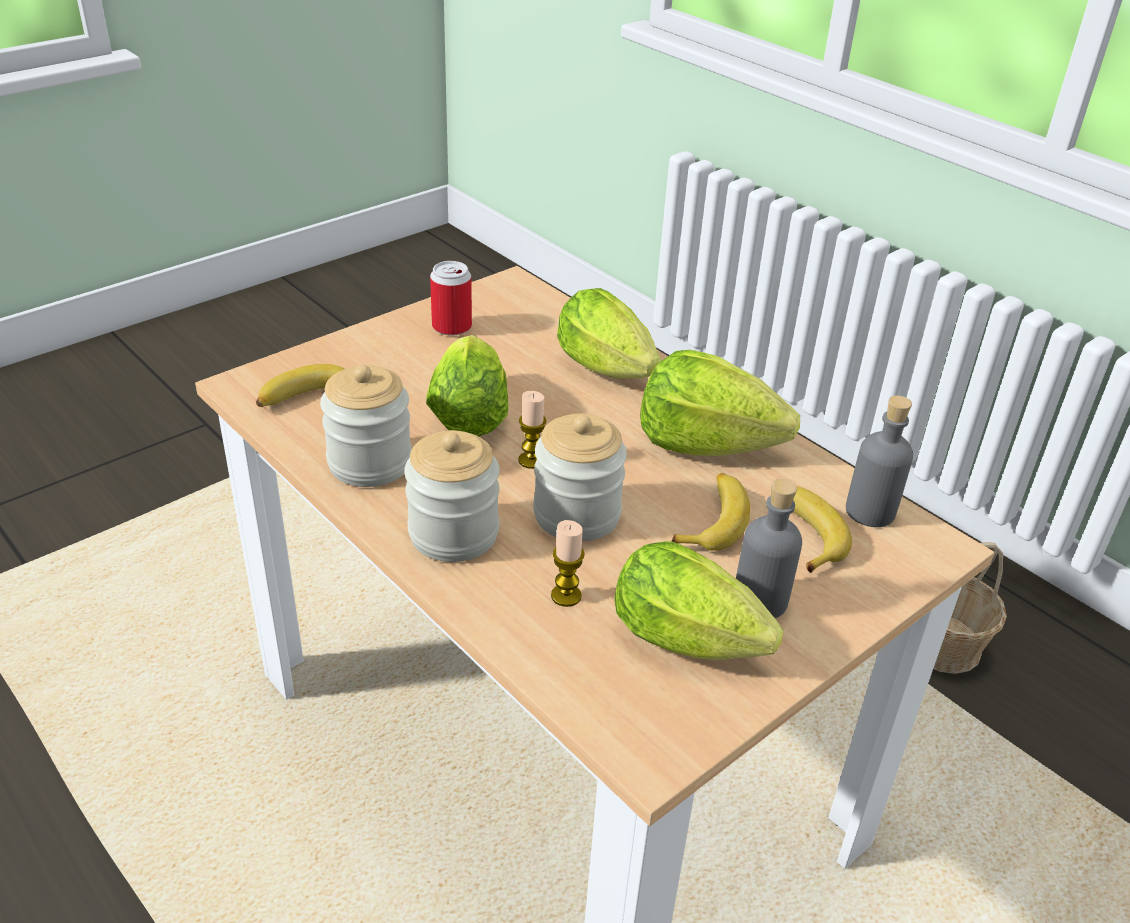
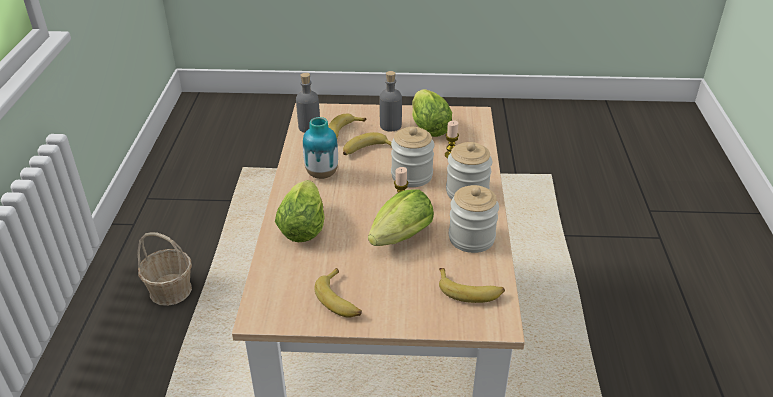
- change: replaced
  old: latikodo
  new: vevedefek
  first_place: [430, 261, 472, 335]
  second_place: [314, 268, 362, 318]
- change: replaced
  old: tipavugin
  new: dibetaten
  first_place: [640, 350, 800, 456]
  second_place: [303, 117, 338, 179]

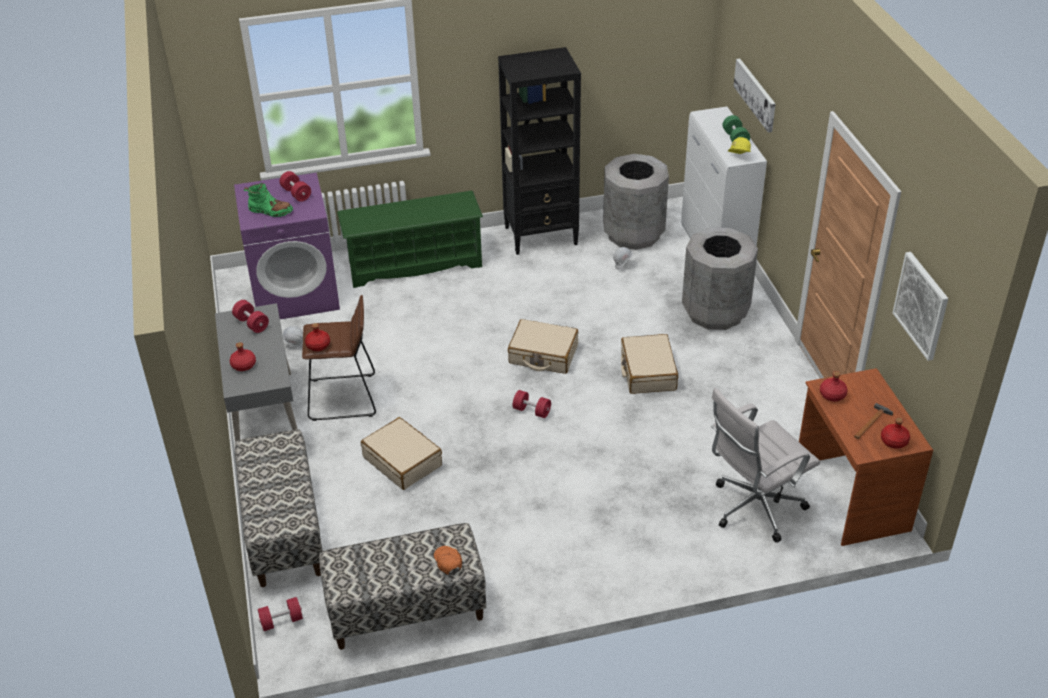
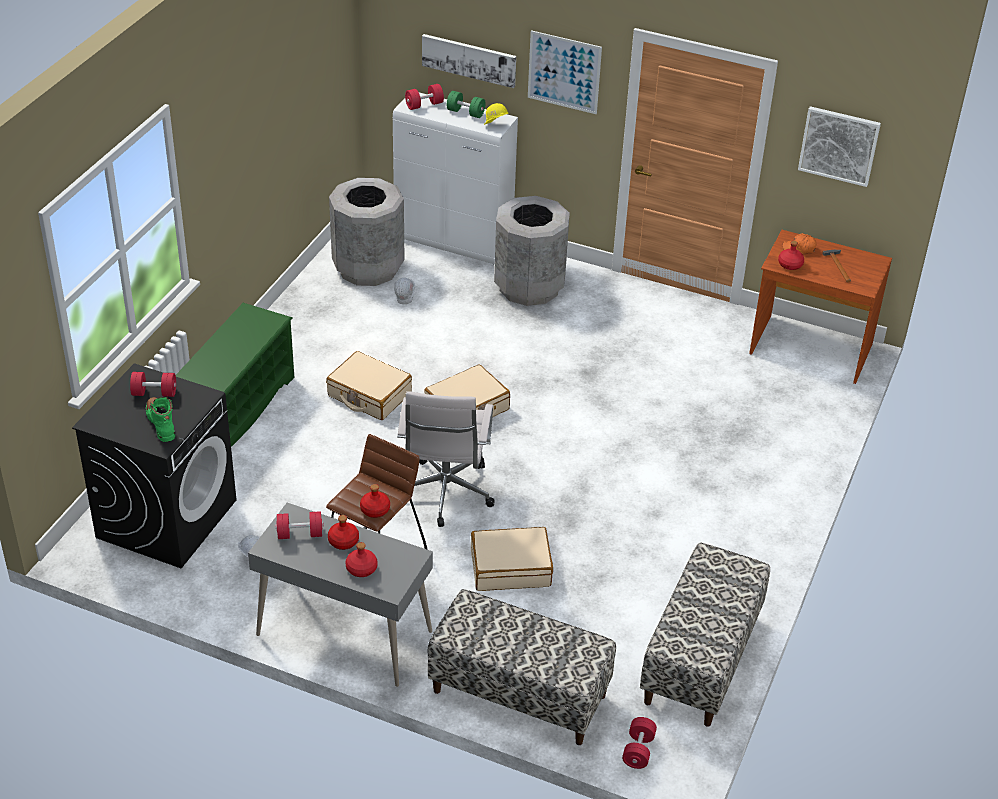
- change: removed
  old: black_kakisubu
  first_place: [498, 47, 581, 255]
- change: added
  new: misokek
  second_place: [528, 30, 602, 114]
- change: moved
  old: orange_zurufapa
  first_place: [434, 546, 462, 575]
  second_place: [783, 233, 817, 254]
- change: moved
  old: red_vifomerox
  first_place: [513, 390, 551, 418]
  second_place: [405, 84, 444, 110]
- change: moved
  old: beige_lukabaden
  first_place: [621, 334, 678, 394]
  second_place: [326, 351, 412, 420]
- change: moved
  old: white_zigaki
  first_place: [711, 388, 820, 543]
  second_place: [397, 391, 495, 527]
- change: moved
  old: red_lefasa
  first_place: [881, 417, 910, 449]
  second_place: [328, 515, 359, 550]
- change: recoloured
  old: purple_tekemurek
  new: black_tekemurek
  first_place: [234, 173, 340, 319]
  second_place: [72, 363, 237, 568]
- change: turned
  old: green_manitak
  first_place: [244, 183, 293, 217]
  second_place: [146, 397, 175, 442]
  degrees: -75

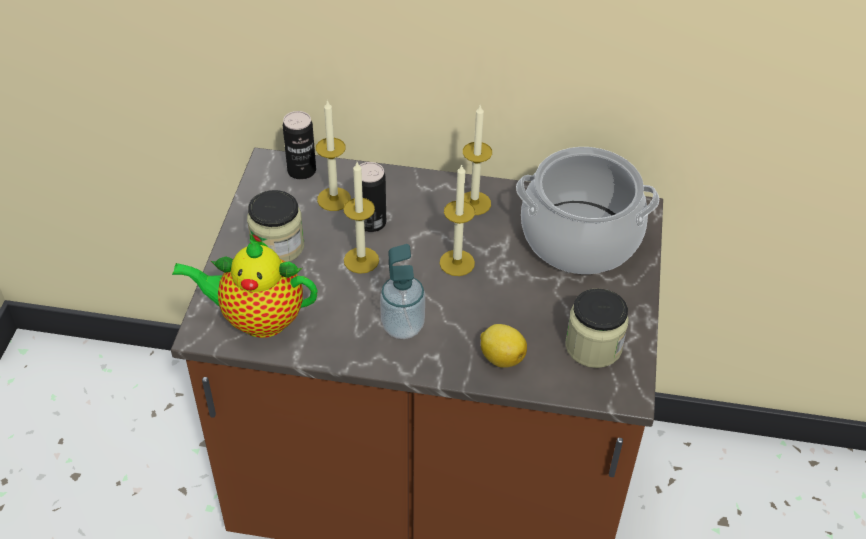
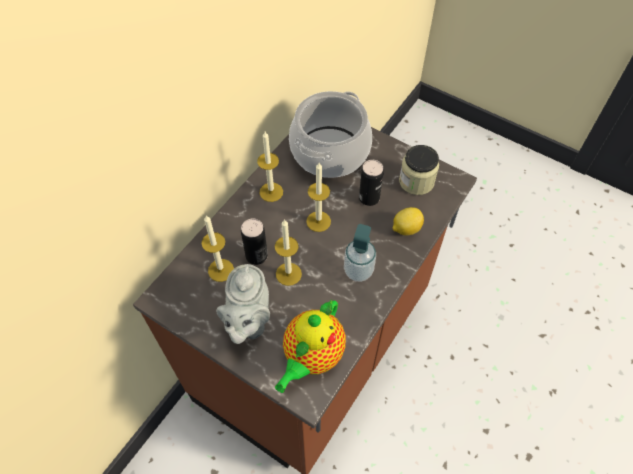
- change: moved
  old: latikodo
  first_place: [283, 111, 316, 179]
  second_place: [359, 160, 384, 206]
- change: replaced
  old: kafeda
  new: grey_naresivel
  first_place: [247, 190, 304, 262]
  second_place: [216, 264, 270, 344]

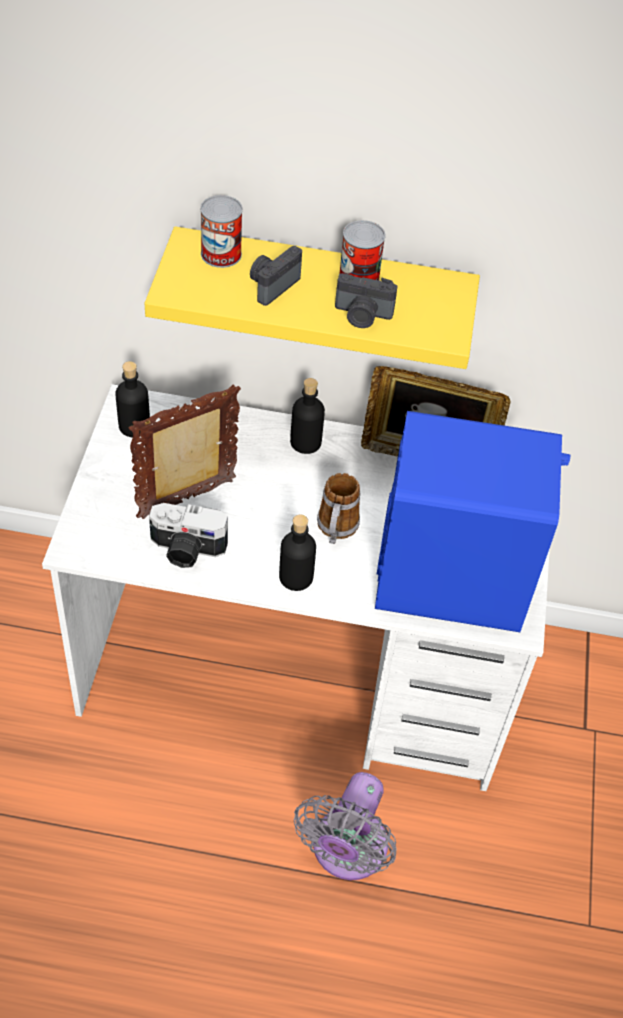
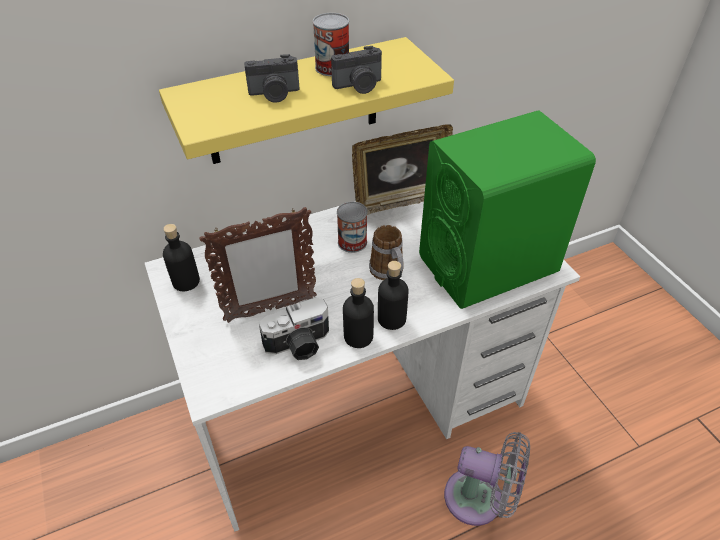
- change: moved
  old: latikodo
  first_place: [200, 195, 243, 268]
  second_place: [337, 202, 368, 253]
- change: moved
  old: black_lefasa
  first_place: [290, 378, 325, 454]
  second_place: [343, 278, 374, 348]
- change: recoloured
  old: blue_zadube
  new: green_zadube
  first_place: [375, 411, 570, 632]
  second_place: [419, 111, 596, 309]
- change: turned
  old: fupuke
  first_place: [128, 384, 241, 519]
  second_place: [199, 207, 317, 323]
  degrees: -135
- change: turned
  old: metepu
  first_place: [250, 246, 302, 306]
  second_place: [244, 54, 299, 103]
  degrees: -105
- change: turned
  old: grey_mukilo
  first_place: [294, 772, 397, 880]
  second_place: [444, 432, 530, 526]
  degrees: -60

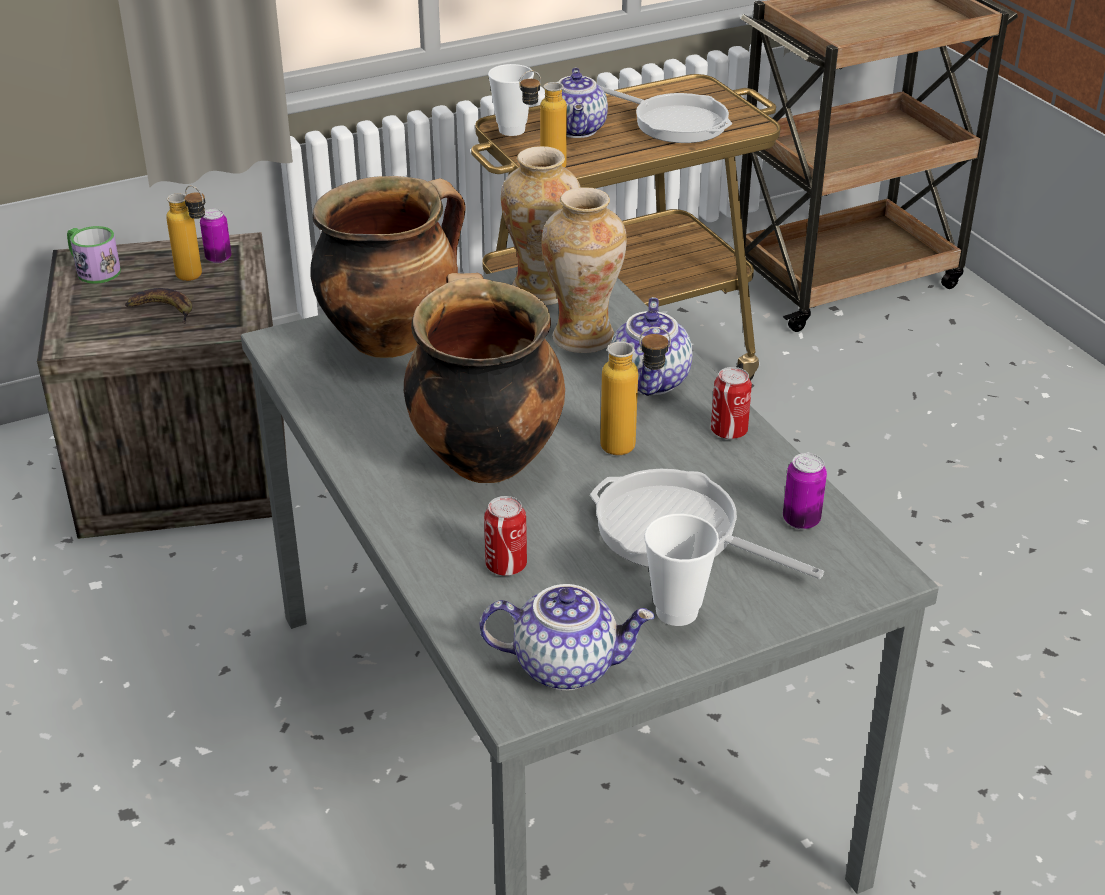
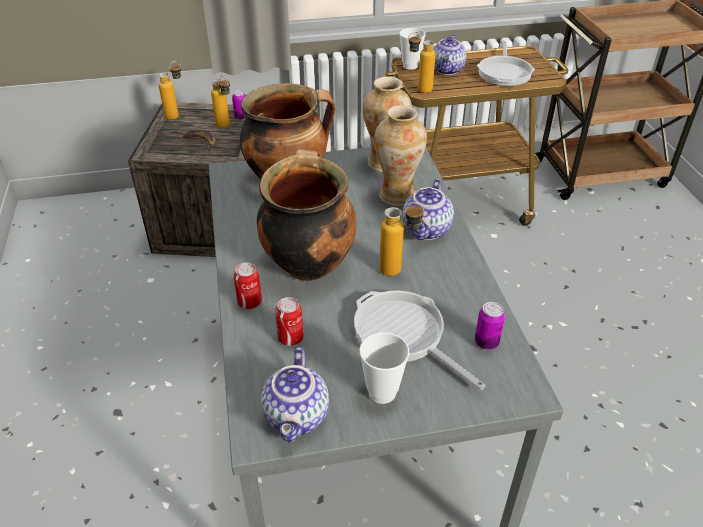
- change: moved
  old: latikodo
  first_place: [711, 367, 752, 439]
  second_place: [233, 262, 262, 309]
- change: replaced
  old: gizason
  new: lefasa
  first_place: [67, 226, 121, 284]
  second_place: [158, 61, 181, 120]
- change: turned
  old: naresivel
  first_place: [479, 584, 655, 691]
  second_place: [261, 347, 329, 442]
  degrees: 75
- change: turned
  old: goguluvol
  first_place: [600, 86, 732, 143]
  second_place: [477, 41, 535, 86]
  degrees: 45

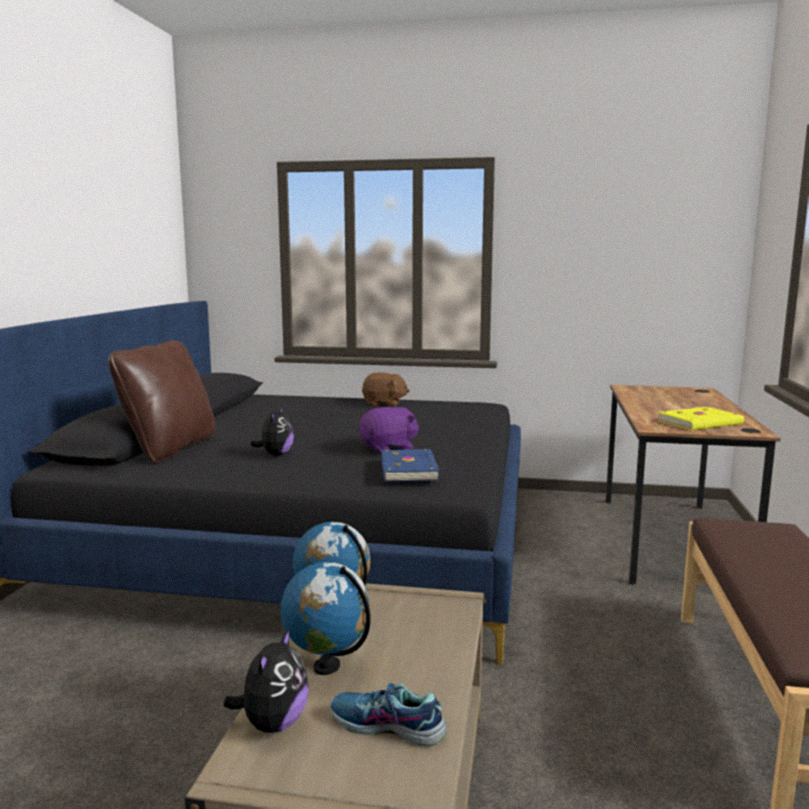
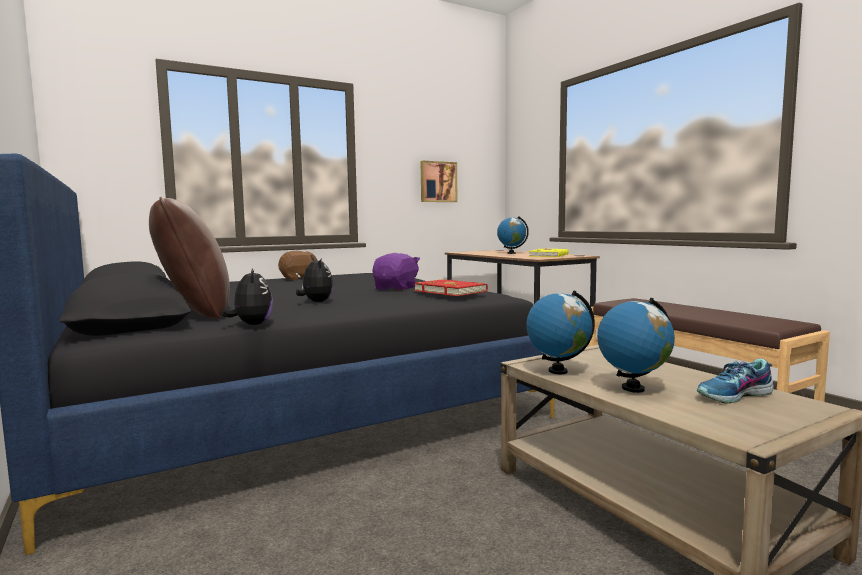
- change: added
  new: misokek
  second_place: [421, 161, 457, 202]
- change: added
  new: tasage
  second_place: [497, 216, 529, 254]
- change: moved
  old: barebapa
  first_place: [223, 628, 309, 733]
  second_place: [221, 268, 273, 325]
- change: recoloured
  old: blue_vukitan
  new: red_vukitan
  first_place: [381, 449, 440, 481]
  second_place: [414, 279, 488, 296]

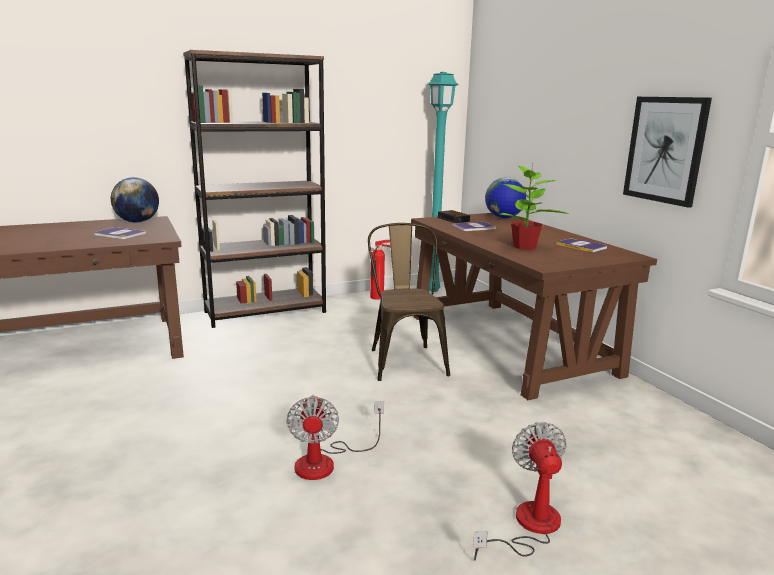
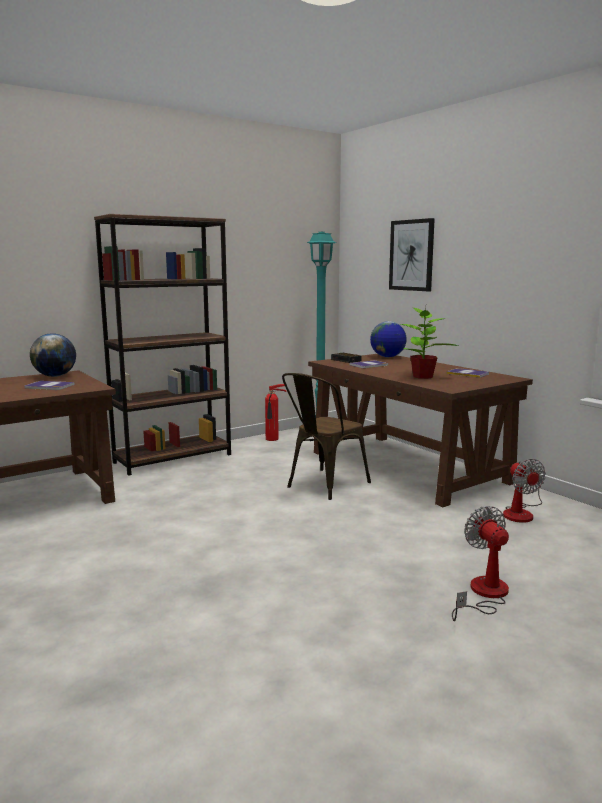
- change: moved
  old: mukilo
  first_place: [286, 394, 384, 480]
  second_place: [503, 459, 546, 523]
- change: moved
  old: misokek
  first_place: [623, 97, 712, 208]
  second_place: [389, 218, 435, 292]
- change: turned
  old: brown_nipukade
  first_place: [368, 223, 450, 381]
  second_place: [282, 373, 371, 500]
  degrees: -120

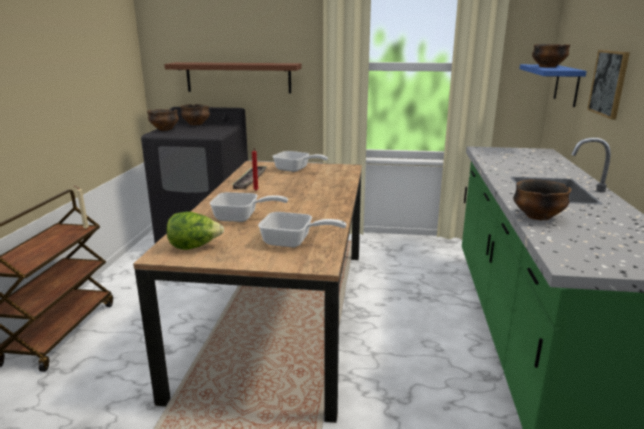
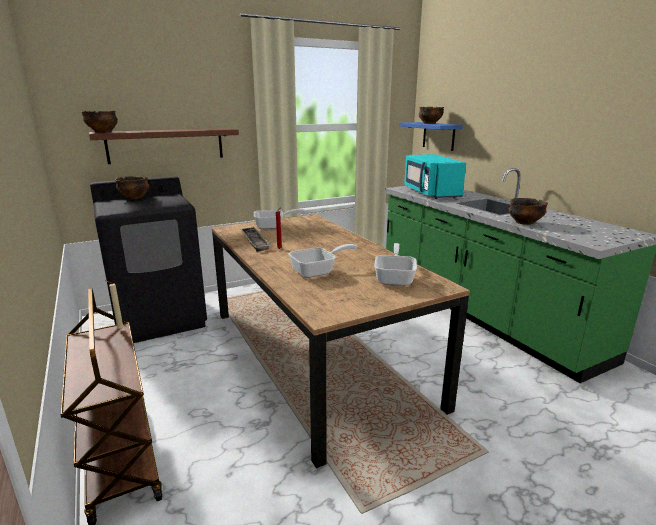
- change: removed
  old: tipavugin
  first_place: [167, 212, 224, 250]
- change: removed
  old: misokek
  first_place: [587, 50, 630, 119]
- change: added
  new: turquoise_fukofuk
  second_place: [404, 154, 466, 199]
- change: moved
  old: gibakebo
  first_place: [147, 109, 179, 131]
  second_place: [81, 111, 118, 133]
- change: turned
  old: goguluvol
  first_place: [258, 212, 347, 247]
  second_place: [374, 243, 417, 286]
  degrees: -60

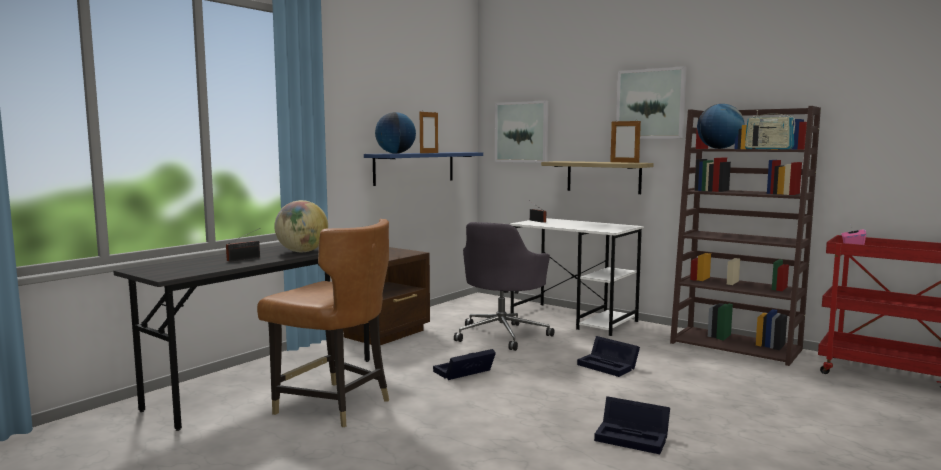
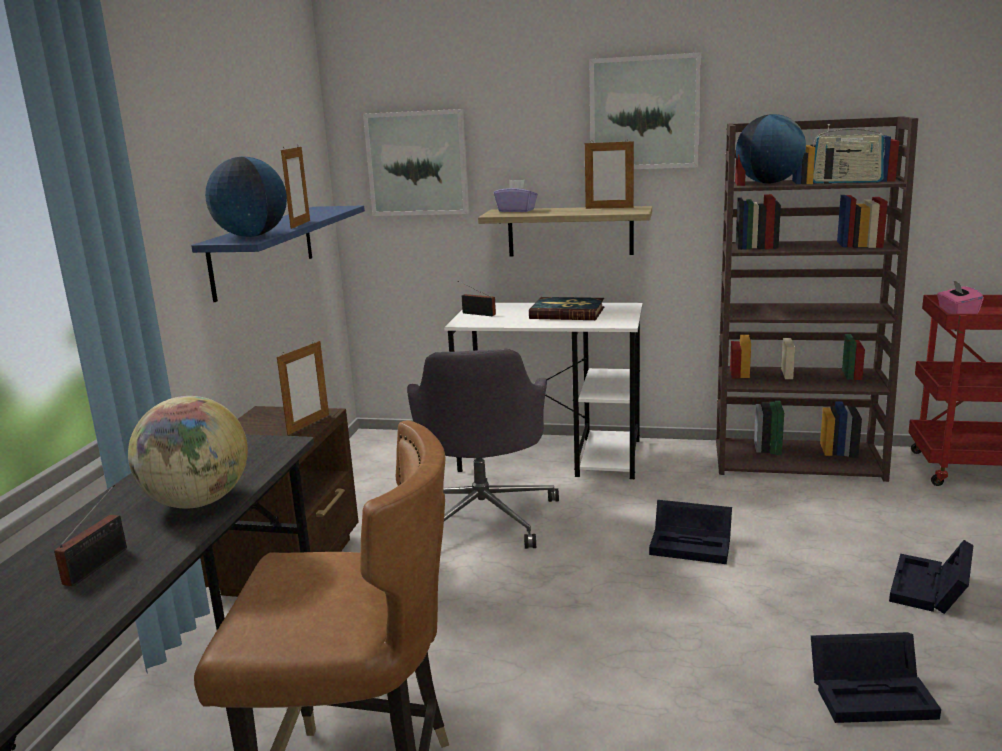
- change: added
  new: fupuke
  second_place: [277, 340, 329, 435]
- change: added
  new: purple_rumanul
  second_place: [494, 180, 538, 212]
- change: added
  new: vukitan
  second_place: [529, 297, 604, 320]
- change: moved
  old: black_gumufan
  first_place: [433, 349, 496, 380]
  second_place: [889, 540, 974, 614]

